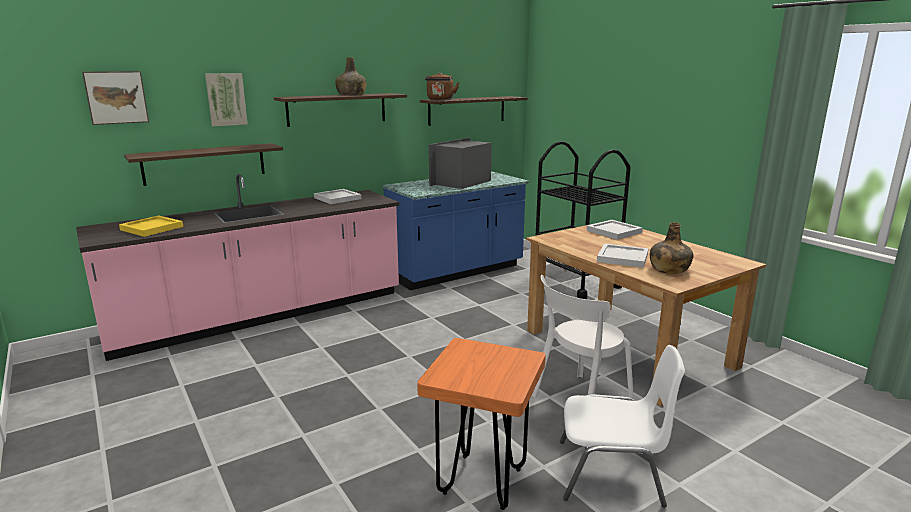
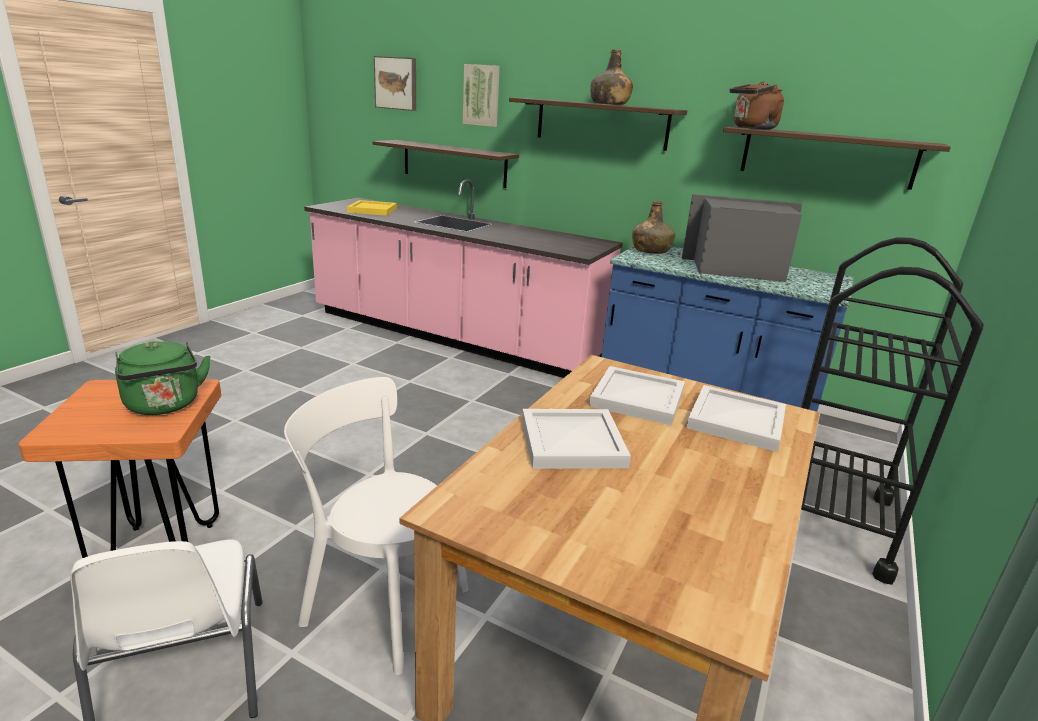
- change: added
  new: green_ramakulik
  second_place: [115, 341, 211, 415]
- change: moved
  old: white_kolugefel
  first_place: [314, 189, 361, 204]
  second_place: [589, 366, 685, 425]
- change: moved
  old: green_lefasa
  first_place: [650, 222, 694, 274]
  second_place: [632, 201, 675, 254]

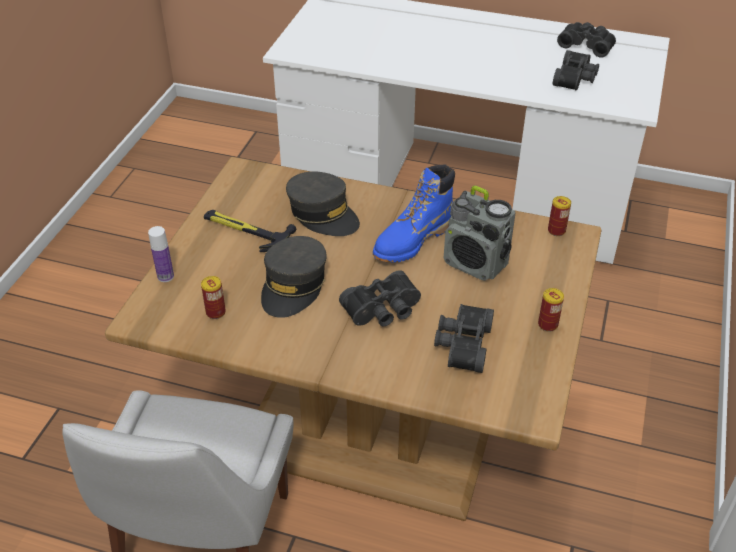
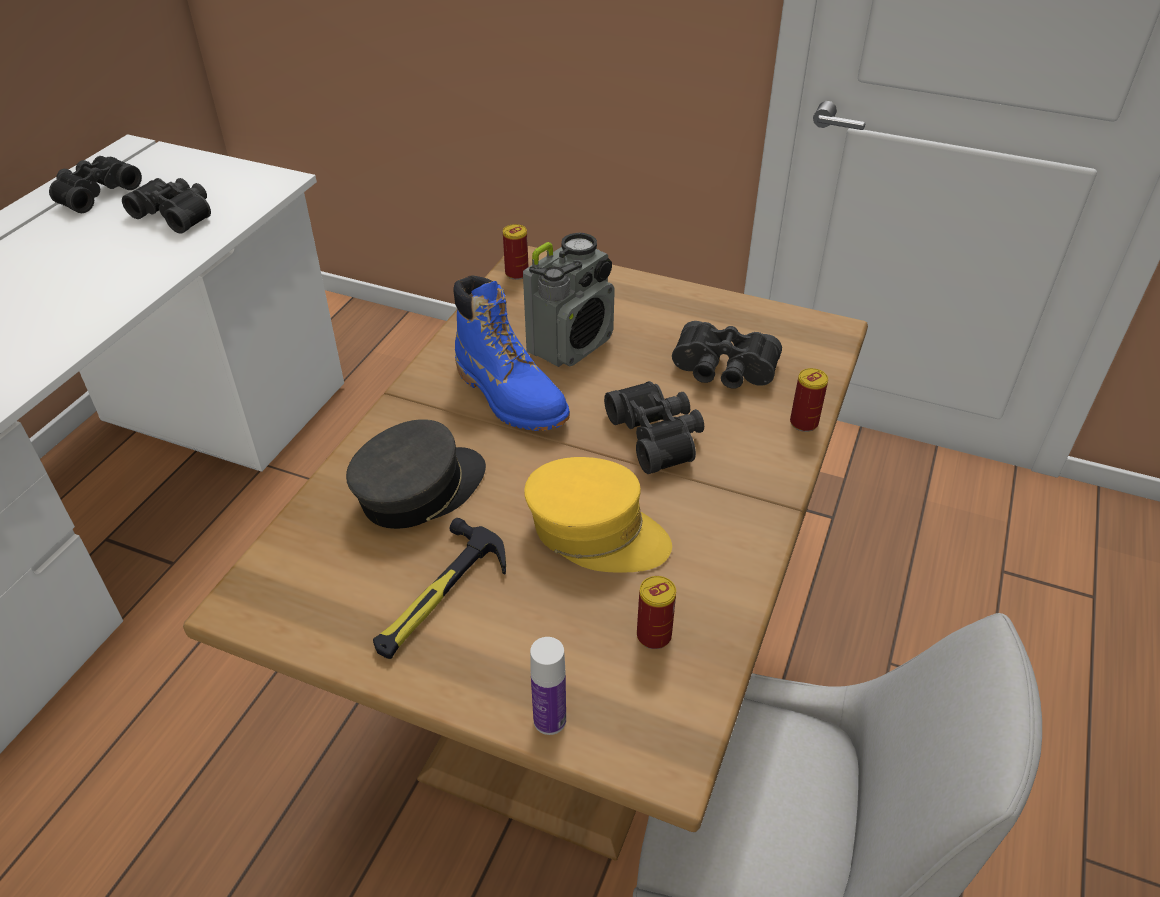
- change: moved
  old: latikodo
  first_place: [538, 288, 564, 332]
  second_place: [790, 368, 828, 432]
- change: recoloured
  old: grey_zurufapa
  new: yellow_zurufapa
  first_place: [261, 236, 327, 318]
  second_place: [524, 457, 672, 573]

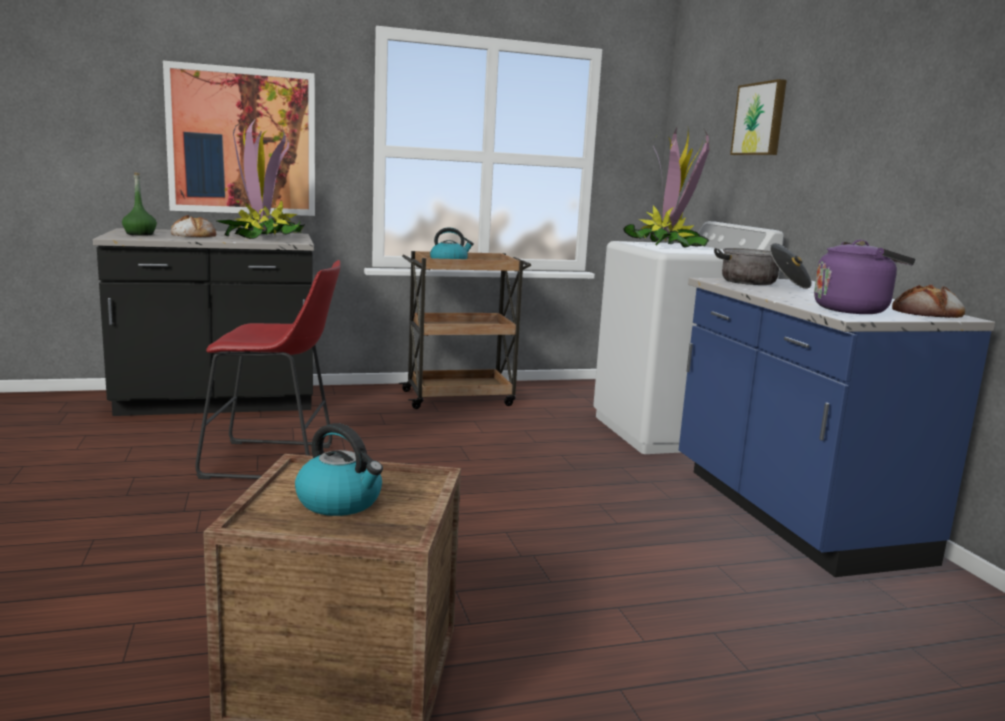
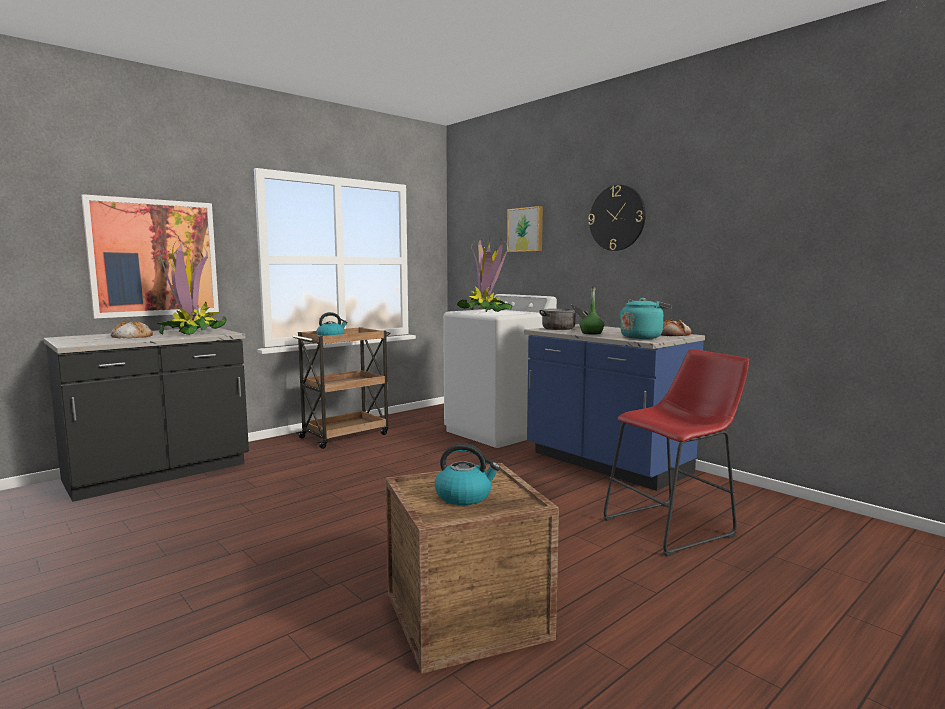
- change: added
  new: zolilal
  second_place: [588, 185, 646, 251]
- change: moved
  old: green_lefasa
  first_place: [122, 173, 157, 236]
  second_place: [580, 287, 604, 334]
- change: moved
  old: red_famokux
  first_place: [195, 260, 341, 479]
  second_place: [604, 349, 749, 556]
- change: recoloured
  old: purple_ramakulik
  new: turquoise_ramakulik
  first_place: [814, 240, 915, 314]
  second_place: [619, 298, 672, 339]

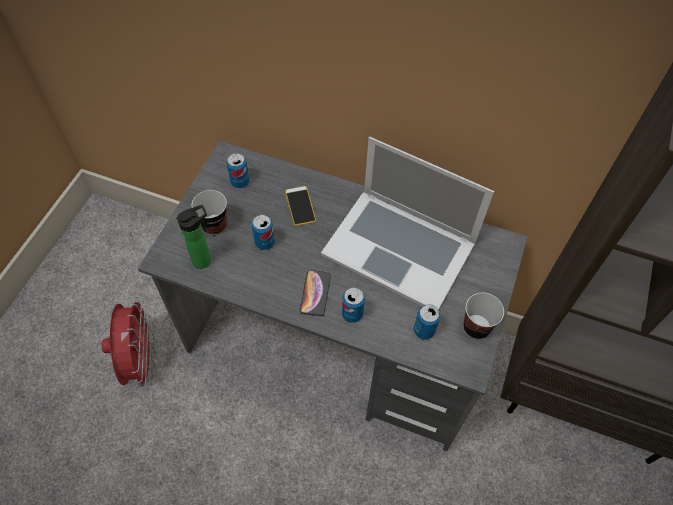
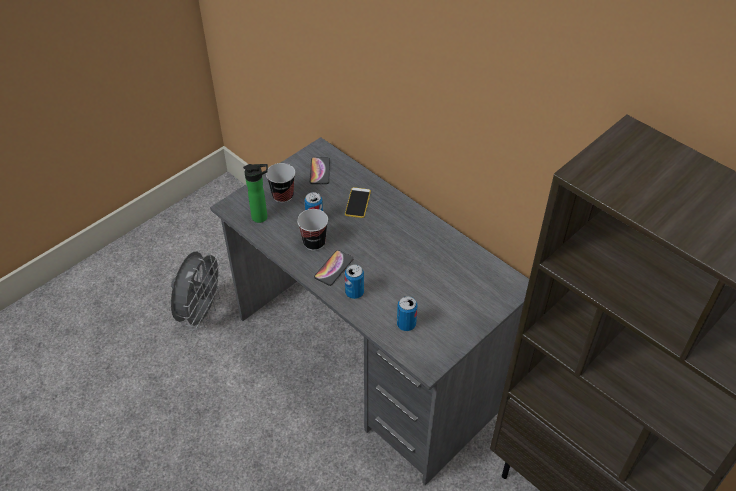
- change: removed
  old: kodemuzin
  first_place: [321, 137, 494, 310]
- change: moved
  old: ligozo
  first_place: [463, 293, 504, 339]
  second_place: [297, 209, 328, 251]
- change: replaced
  old: latikodo
  new: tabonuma
  first_place: [227, 153, 249, 188]
  second_place: [310, 157, 330, 184]
- change: recoloured
  old: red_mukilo
  new: grey_mukilo
  first_place: [101, 296, 156, 389]
  second_place: [171, 251, 224, 331]

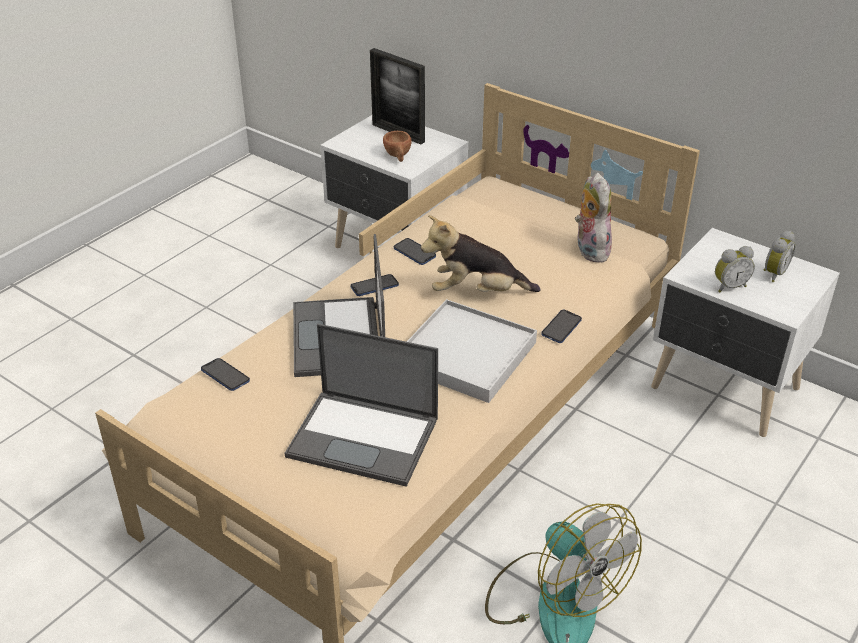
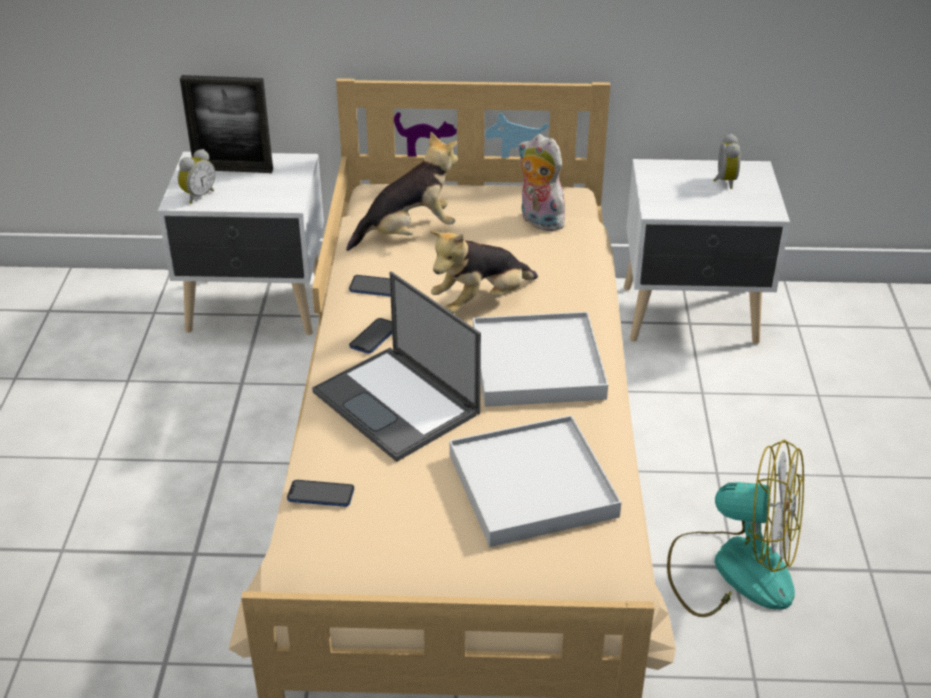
- change: removed
  old: brown_ligozo
  first_place: [383, 131, 411, 162]
- change: removed
  old: tabonuma
  first_place: [541, 310, 582, 343]
- change: added
  new: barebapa
  second_place: [346, 132, 458, 251]
- change: moved
  old: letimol
  first_place: [715, 246, 755, 292]
  second_place: [178, 149, 215, 204]
- change: replaced
  old: kodemuzin
  new: white_kolugefel
  first_place: [285, 324, 438, 487]
  second_place: [449, 415, 622, 547]

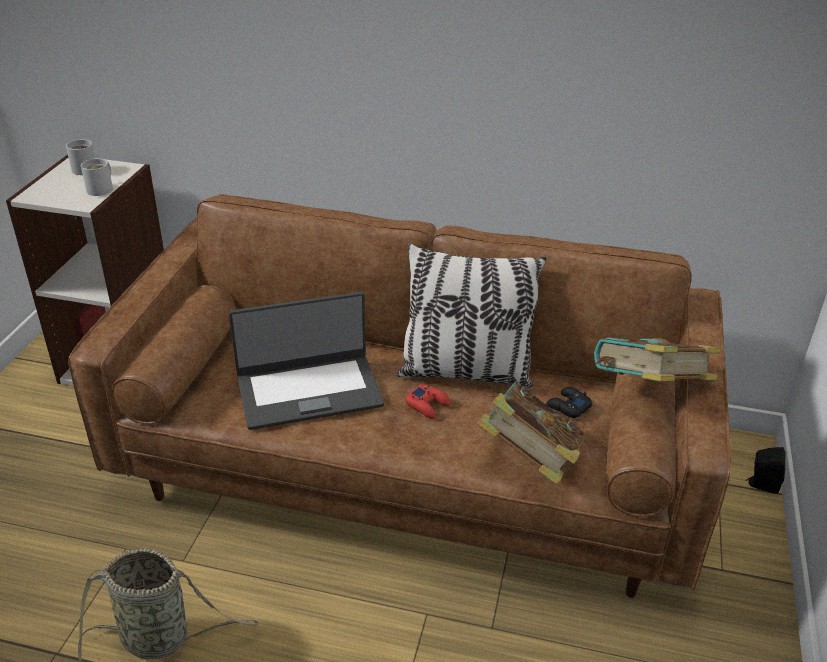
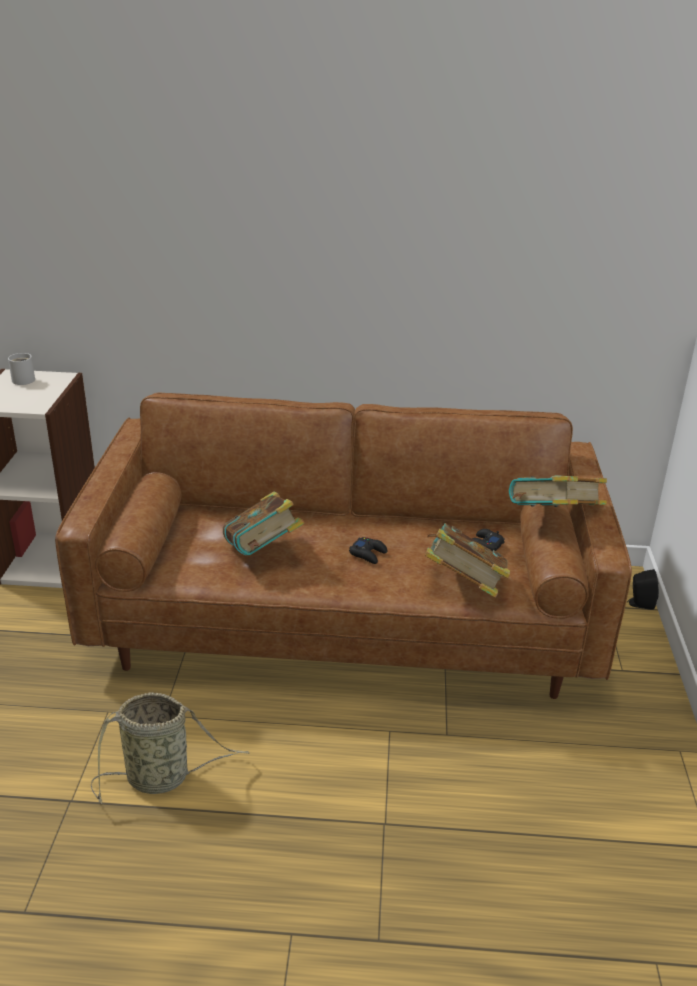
- change: removed
  old: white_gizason
  first_place: [81, 159, 113, 196]
- change: removed
  old: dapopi
  first_place: [397, 243, 546, 388]
- change: replaced
  old: kodemuzin
  new: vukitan
  first_place: [229, 292, 384, 430]
  second_place: [223, 491, 304, 556]
- change: recoloured
  old: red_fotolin
  new: black_fotolin
  first_place: [405, 384, 450, 419]
  second_place: [349, 537, 387, 564]

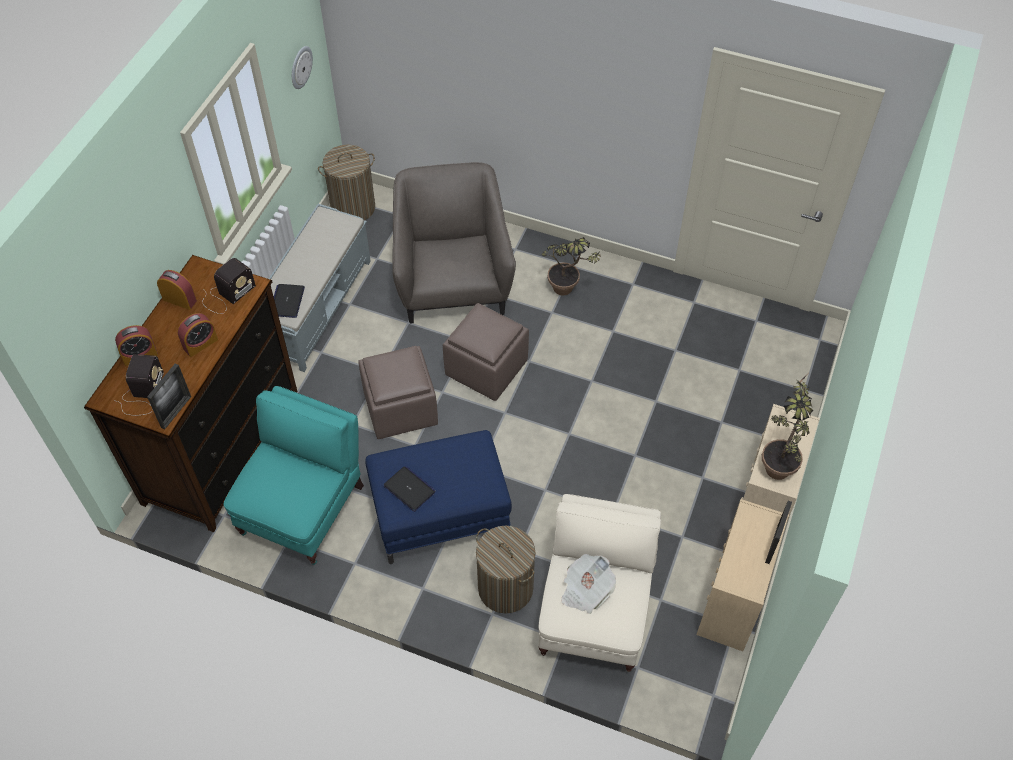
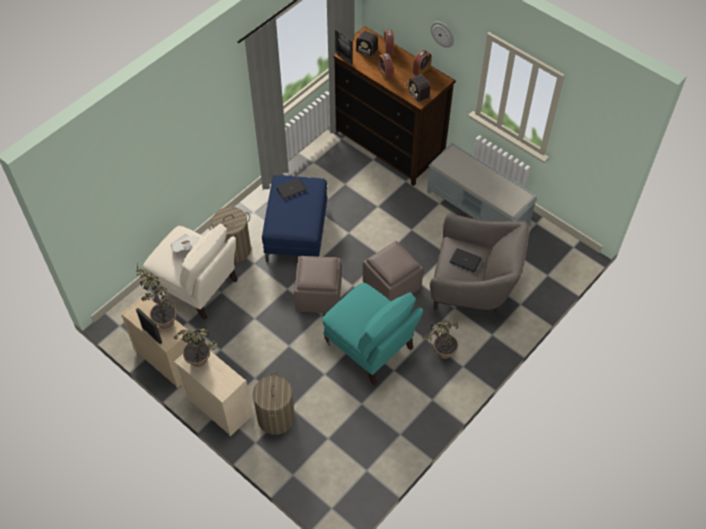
- change: added
  new: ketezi
  second_place: [135, 263, 177, 329]
- change: moved
  old: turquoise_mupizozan
  first_place: [224, 386, 364, 565]
  second_place: [322, 283, 423, 385]
- change: moved
  old: kodemuzin
  first_place: [274, 284, 305, 318]
  second_place: [449, 248, 482, 273]
- change: moved
  old: zolilal
  first_place: [292, 46, 313, 89]
  second_place: [430, 21, 454, 48]
- change: moved
  old: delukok
  first_place: [318, 145, 375, 220]
  second_place: [253, 372, 295, 435]
- change: moved
  old: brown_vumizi
  first_place: [358, 346, 438, 439]
  second_place: [294, 256, 342, 313]

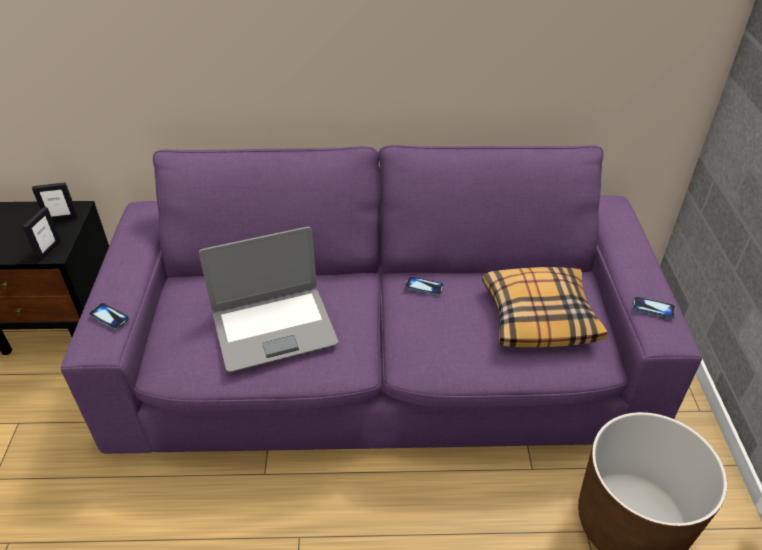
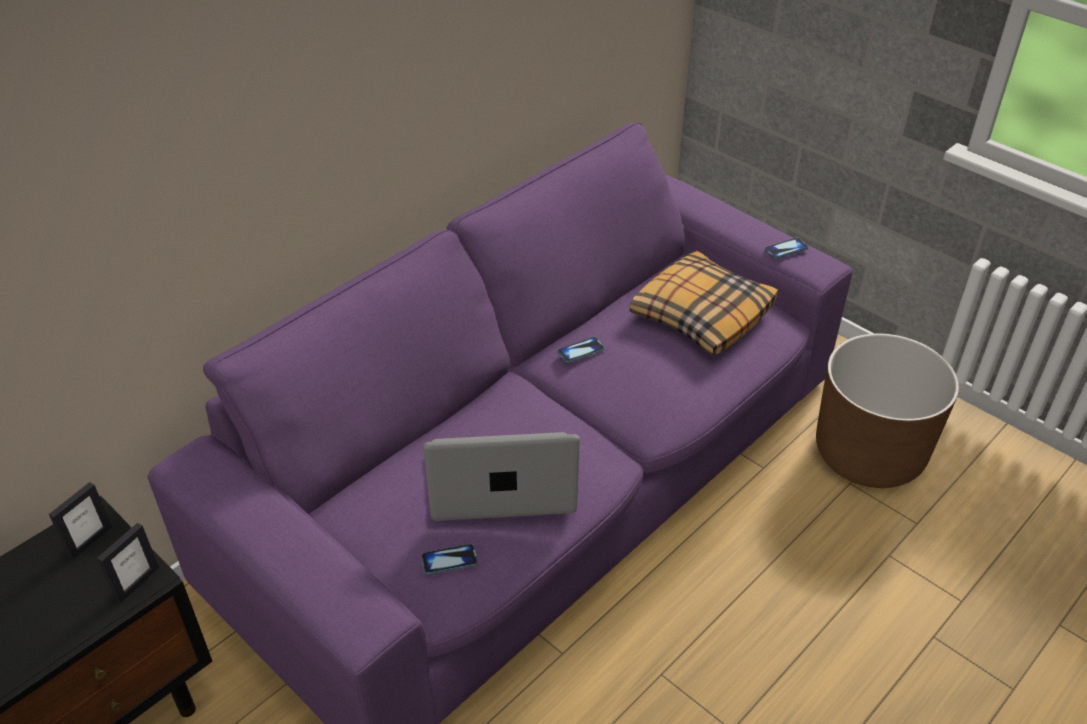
- change: moved
  old: tabonuma
  first_place: [89, 303, 130, 330]
  second_place: [421, 544, 478, 574]
- change: turned
  old: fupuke
  first_place: [22, 207, 61, 261]
  second_place: [97, 523, 159, 603]
  degrees: 60
- change: turned
  old: kodemuzin
  first_place: [199, 227, 338, 372]
  second_place: [423, 432, 580, 521]
  degrees: -120

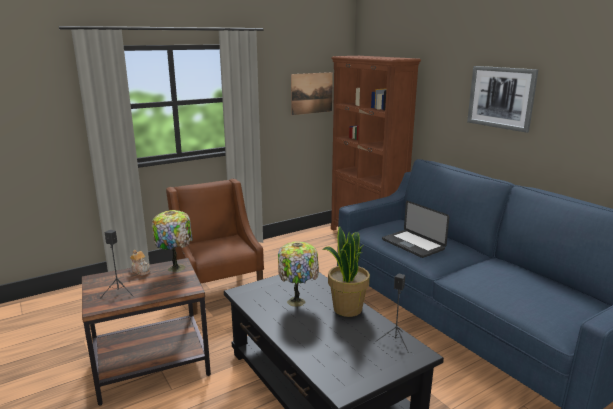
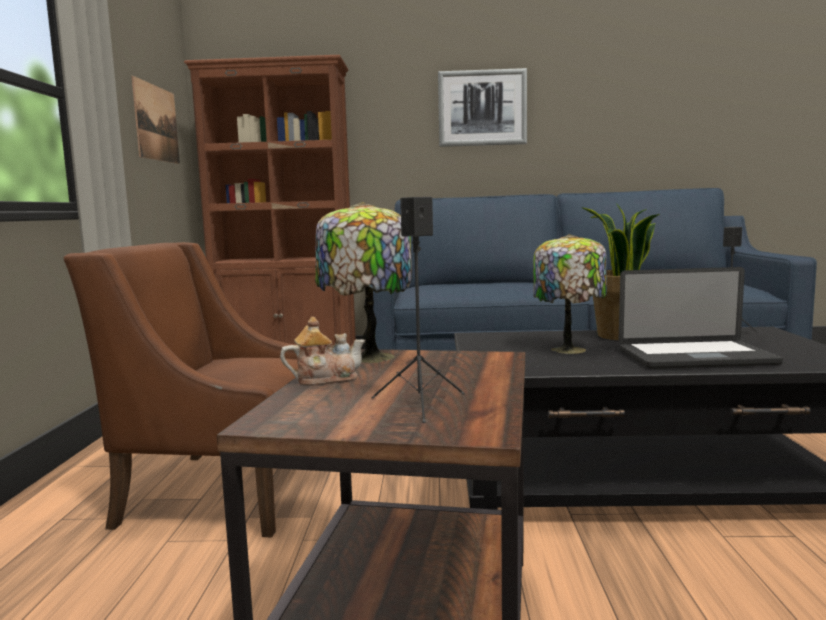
- change: moved
  old: kodemuzin
  first_place: [382, 201, 449, 258]
  second_place: [618, 267, 783, 369]

